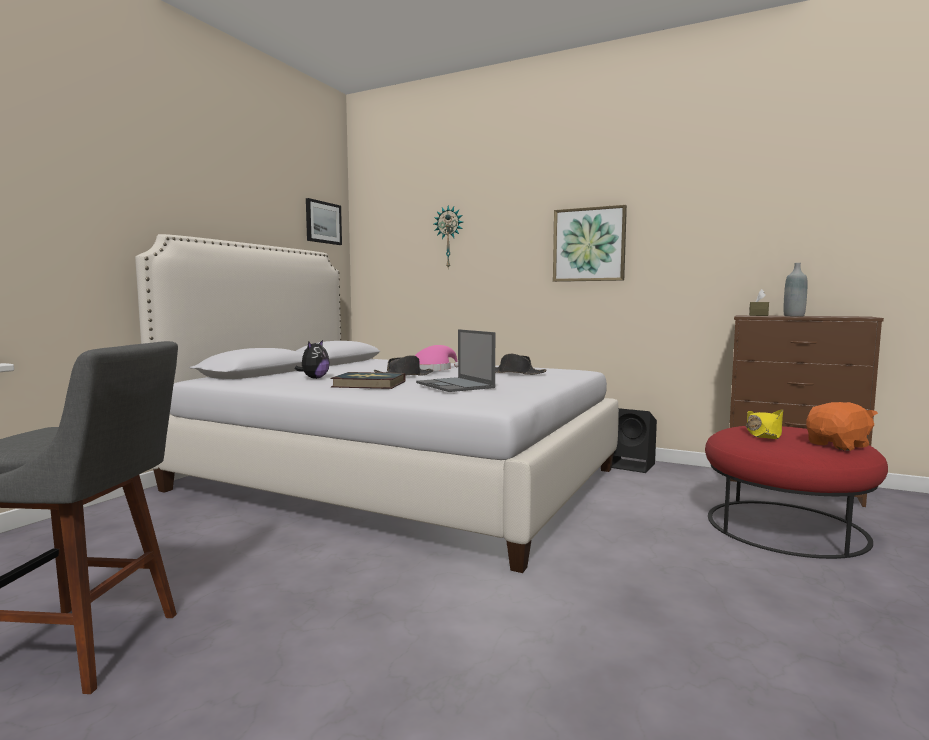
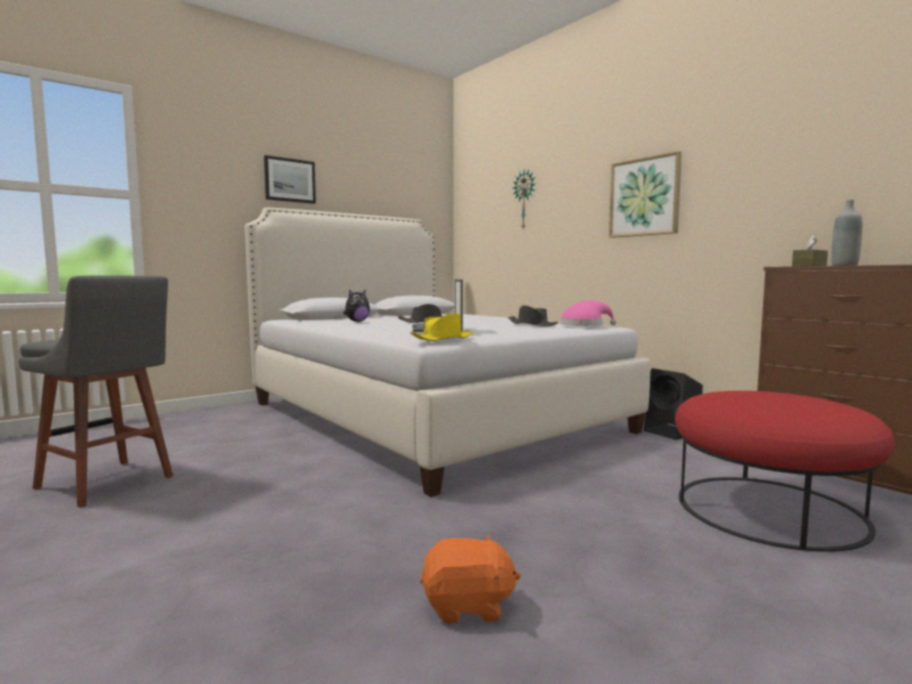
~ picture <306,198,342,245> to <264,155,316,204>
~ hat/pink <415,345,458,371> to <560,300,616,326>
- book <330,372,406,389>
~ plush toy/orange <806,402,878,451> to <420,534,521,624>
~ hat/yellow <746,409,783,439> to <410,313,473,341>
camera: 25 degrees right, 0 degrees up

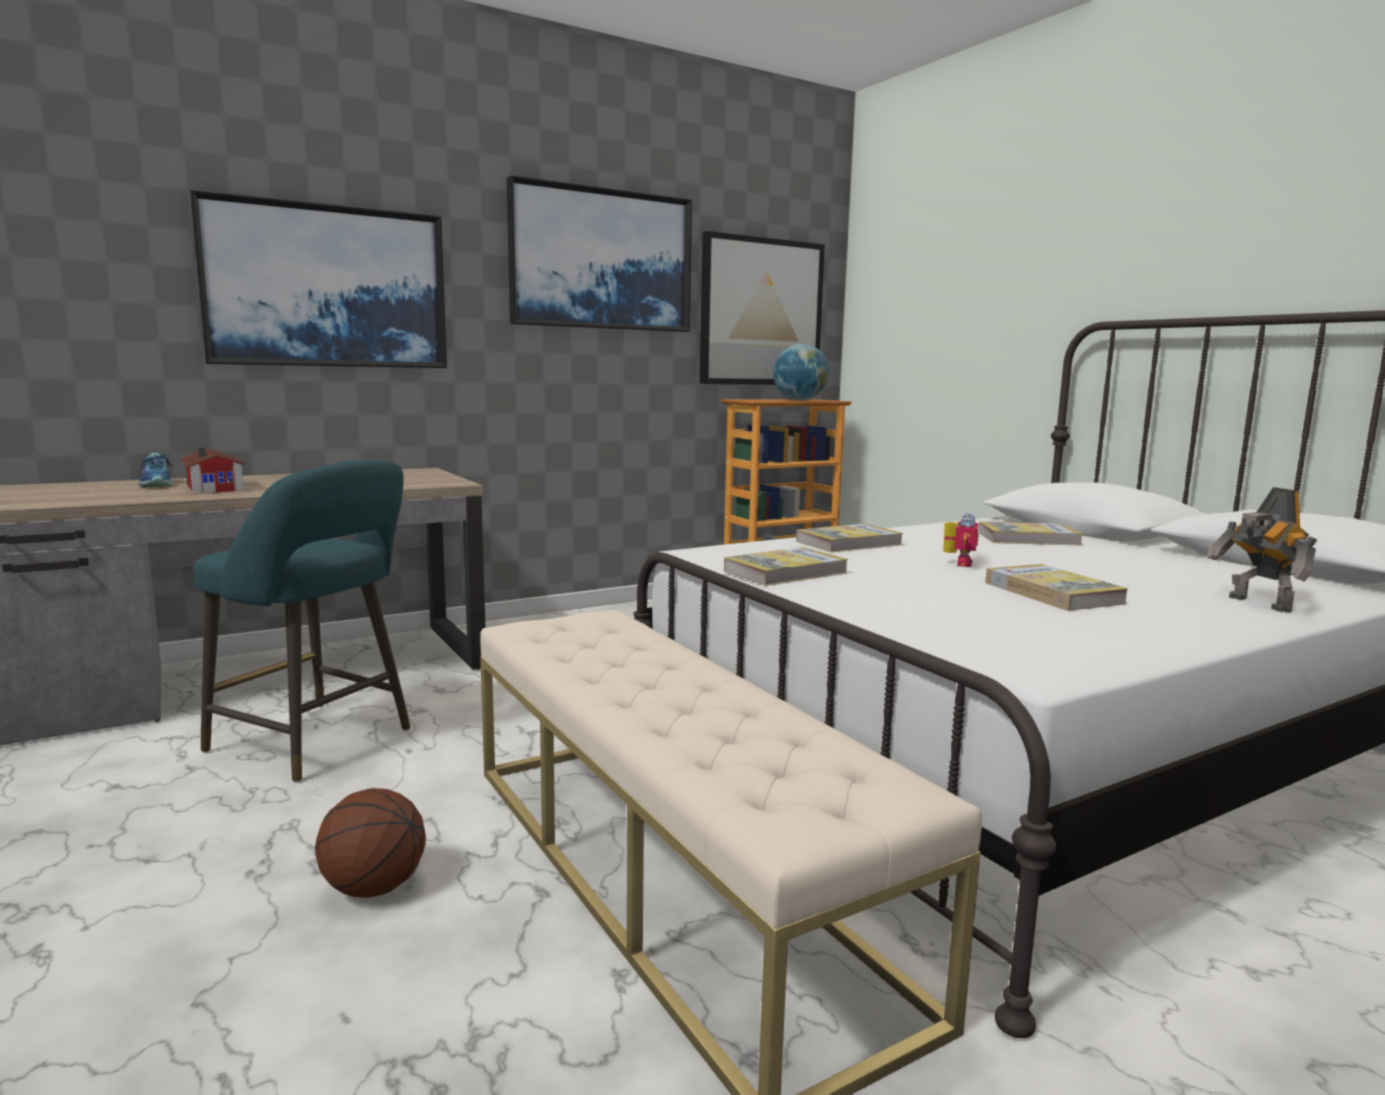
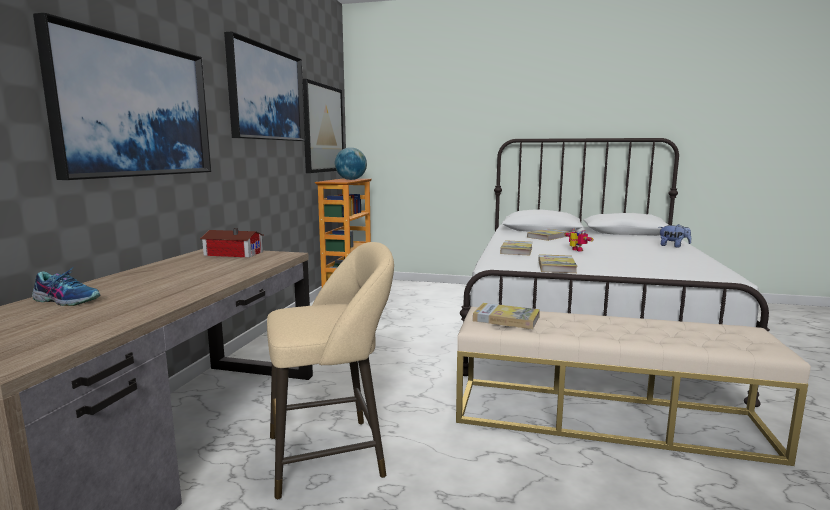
~ toy house <181,448,246,494> to <200,228,263,258>
~ stool/turquoise <194,460,410,783> to stool/beige <267,242,394,500>
~ toy robot <1207,487,1317,613> to plush toy <659,224,691,248>
~ book <985,564,1128,611> to <473,303,540,329>
- basketball <315,788,426,898>
camera: 45 degrees left, 0 degrees up

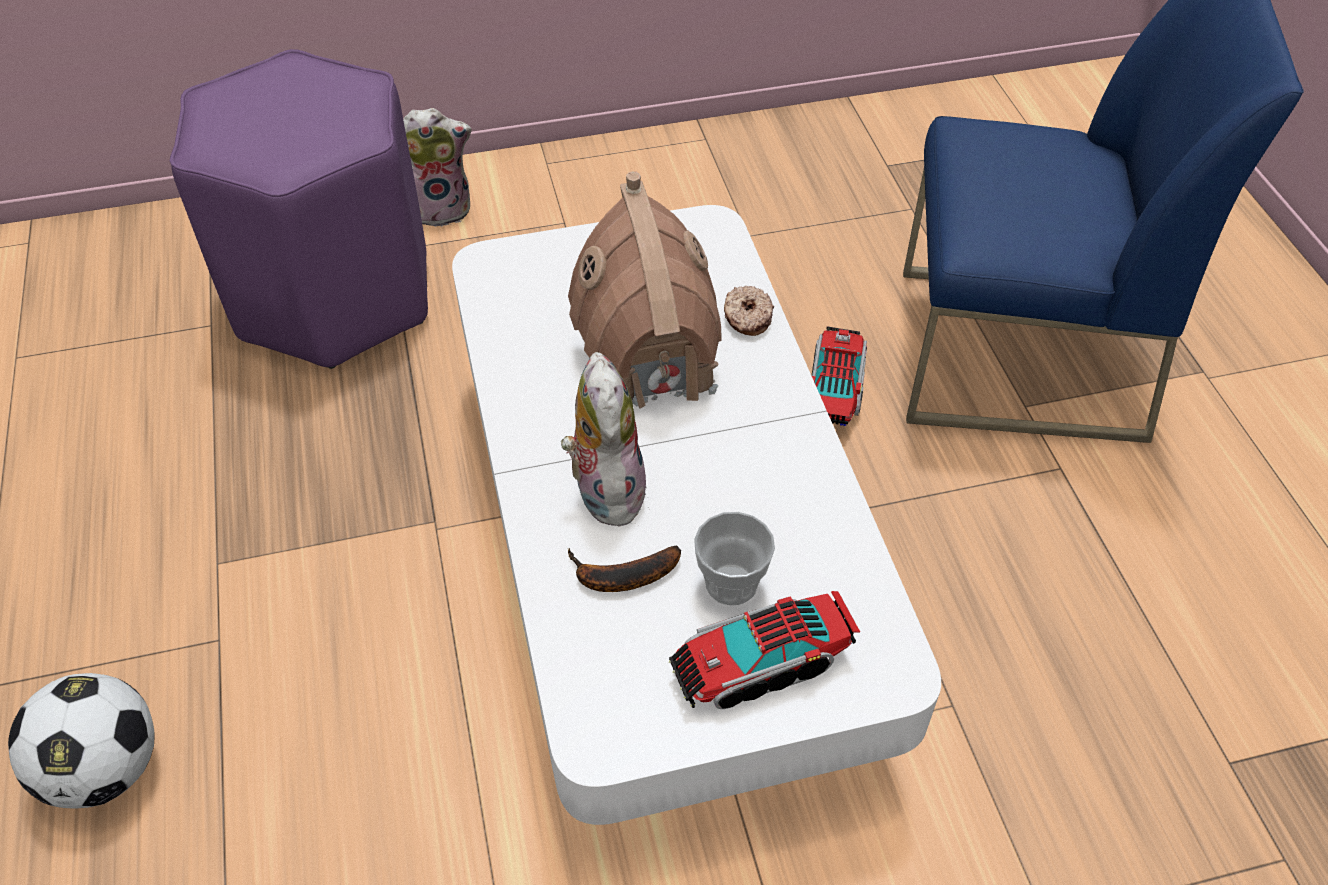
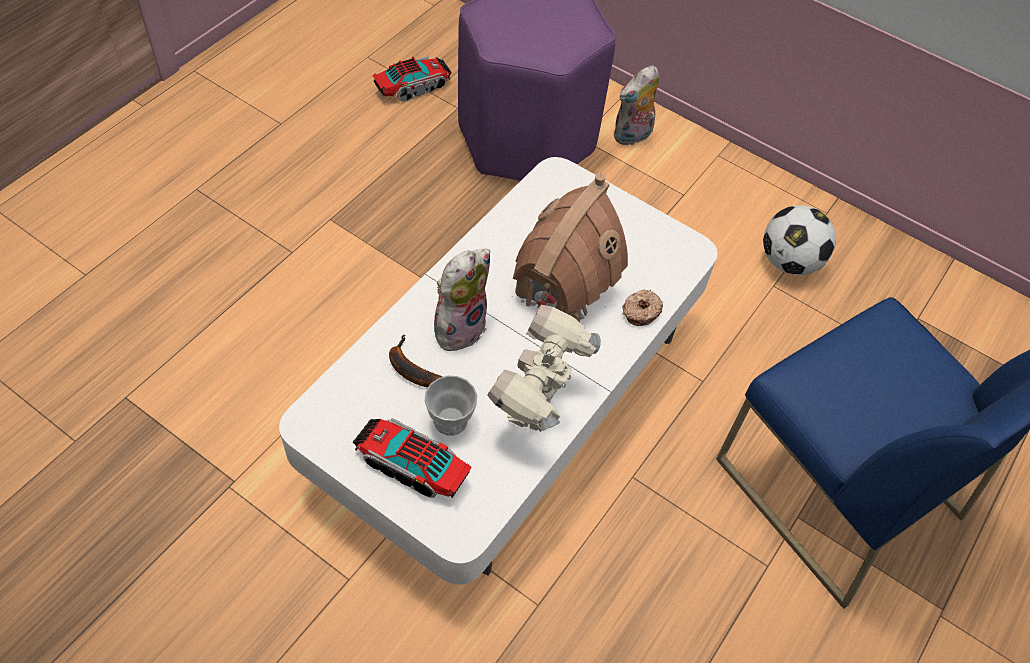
~ plush toy <403,108,472,227> = <614,65,659,146> 105 degrees clockwise
~ toy truck <812,326,867,426> to <372,56,452,102>
~ football <8,673,155,809> to <763,205,836,275>
+ toy robot <487,305,601,432>
camera: 45 degrees right, 5 degrees up

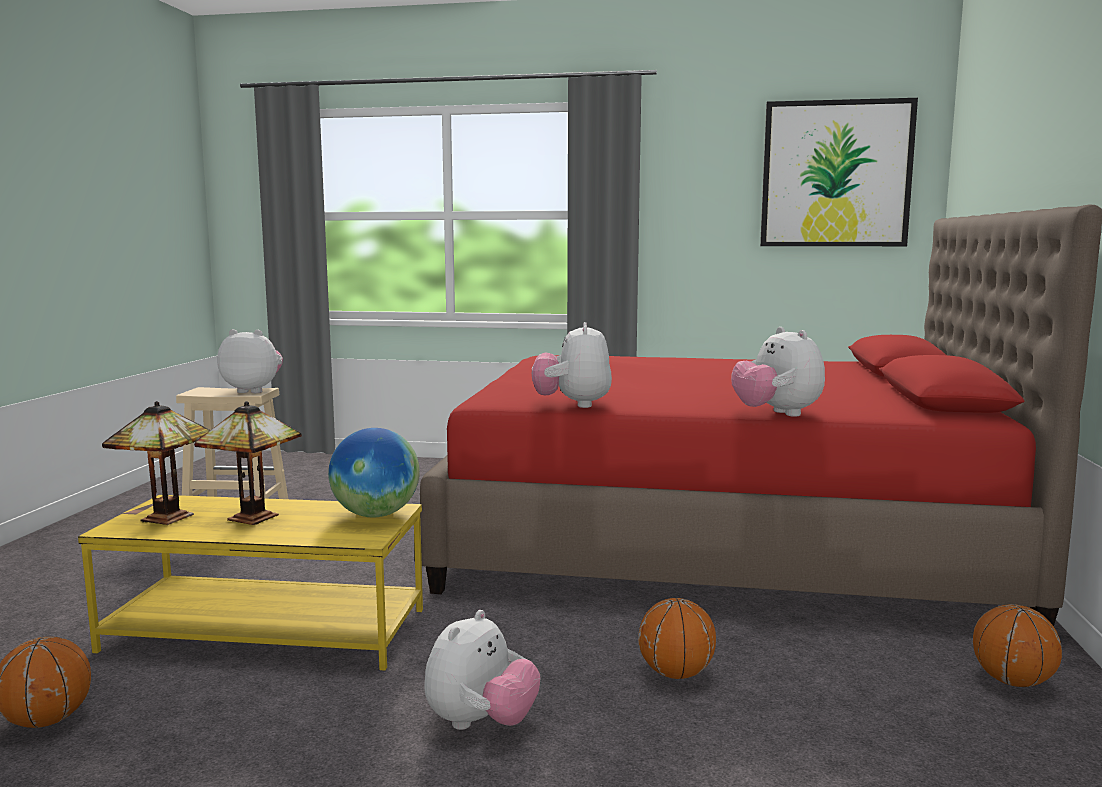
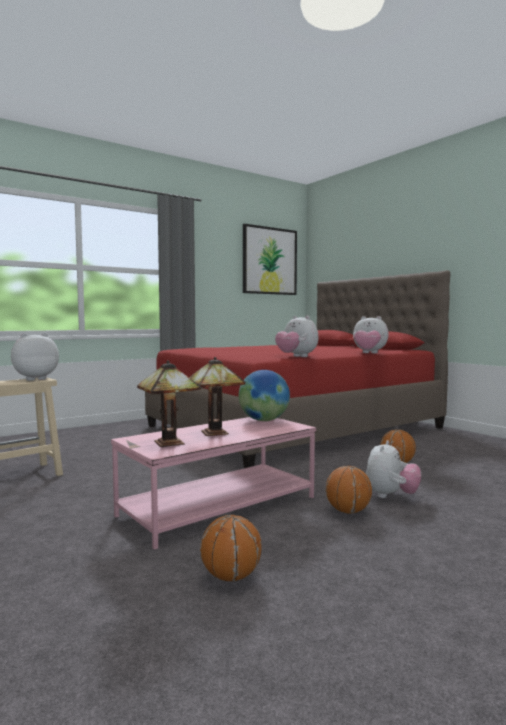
~ coffee table/yellow <78,495,423,670> to coffee table/pink <111,417,316,550>
~ basketball <973,604,1062,687> to <326,466,372,514>
~ plush toy <424,610,540,730> = <366,441,421,498> 45 degrees clockwise
camera: 45 degrees left, 5 degrees down

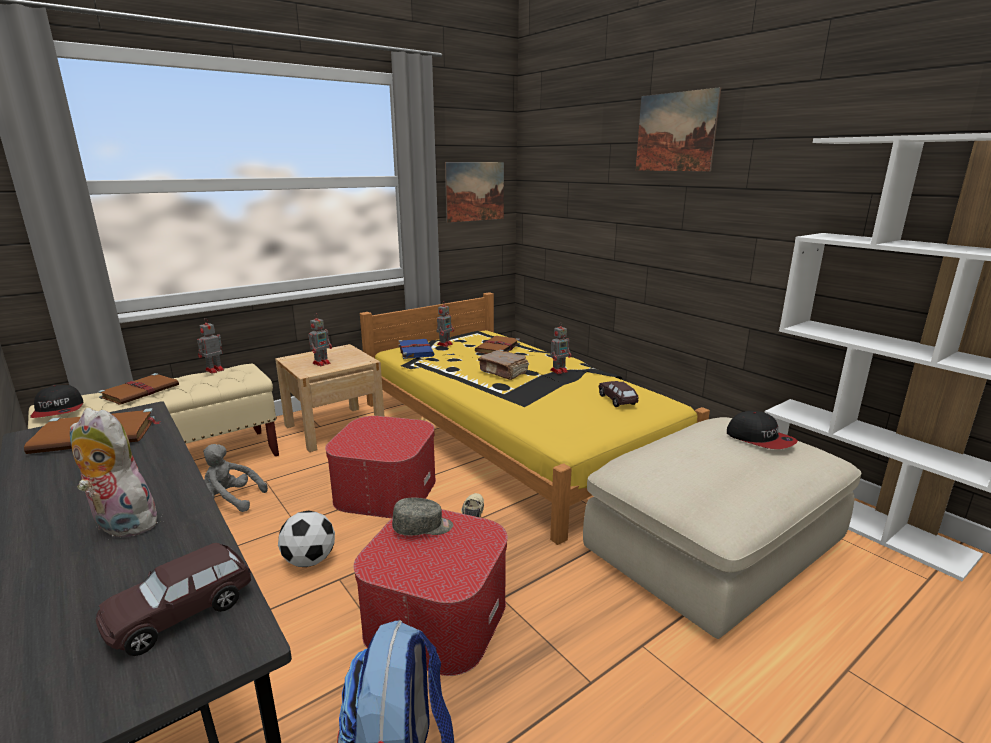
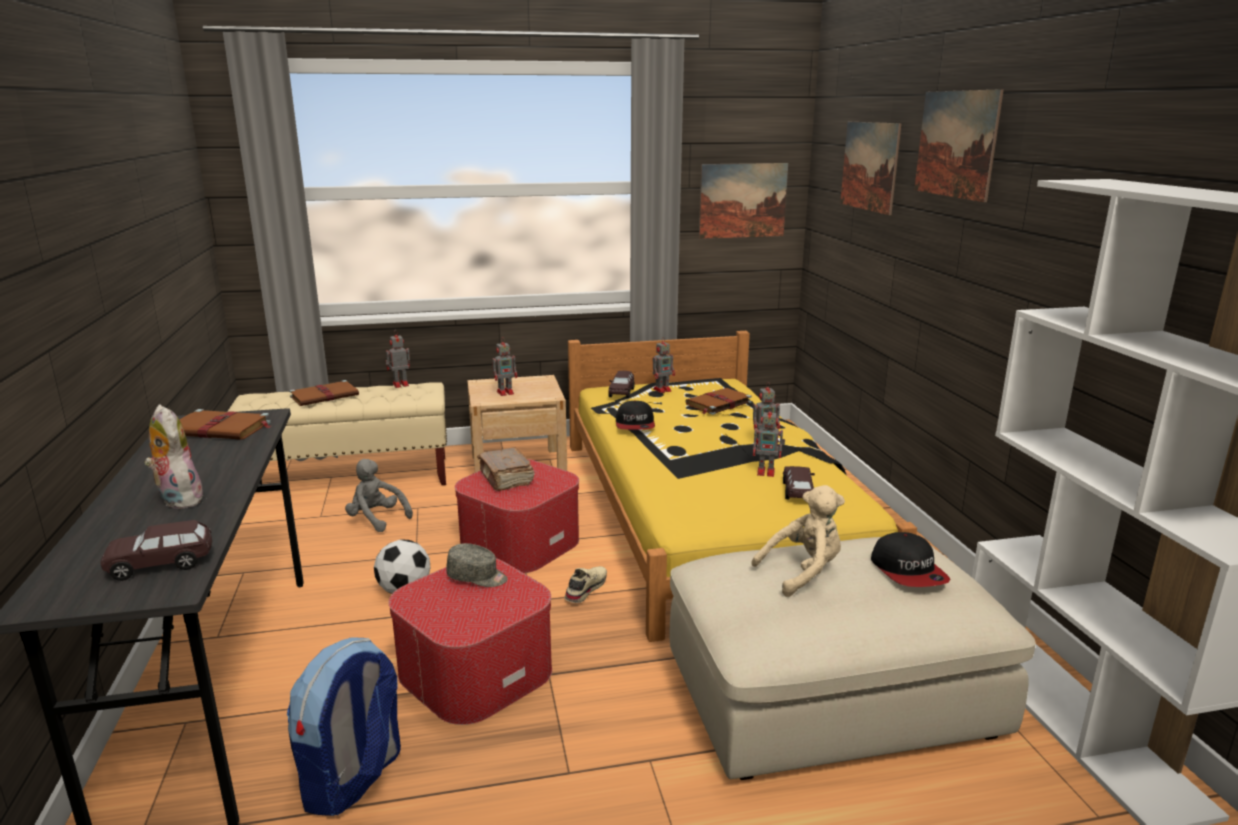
~ book/blue <398,339,434,359> to toy car/brown <608,371,635,398>
~ book/brown <478,350,528,380> to <477,448,535,491>
~ cap <30,385,84,418> to <616,400,655,429>
+ picture <840,122,902,215>
+ toy robot <753,406,785,477>
+ plush toy/beige <752,485,845,597>
camera: 25 degrees right, 0 degrees up

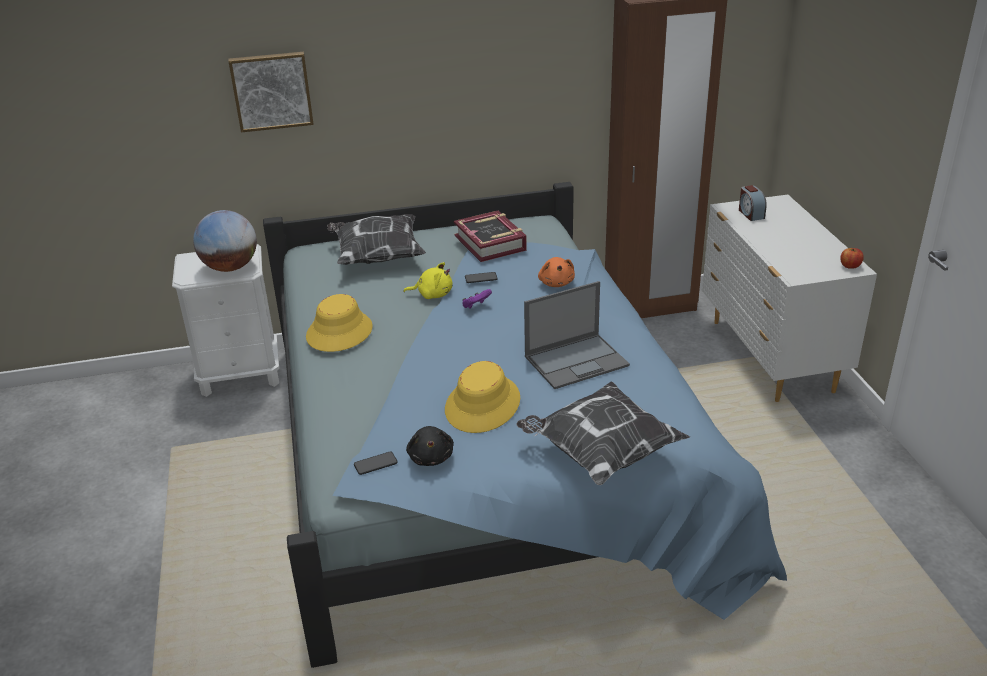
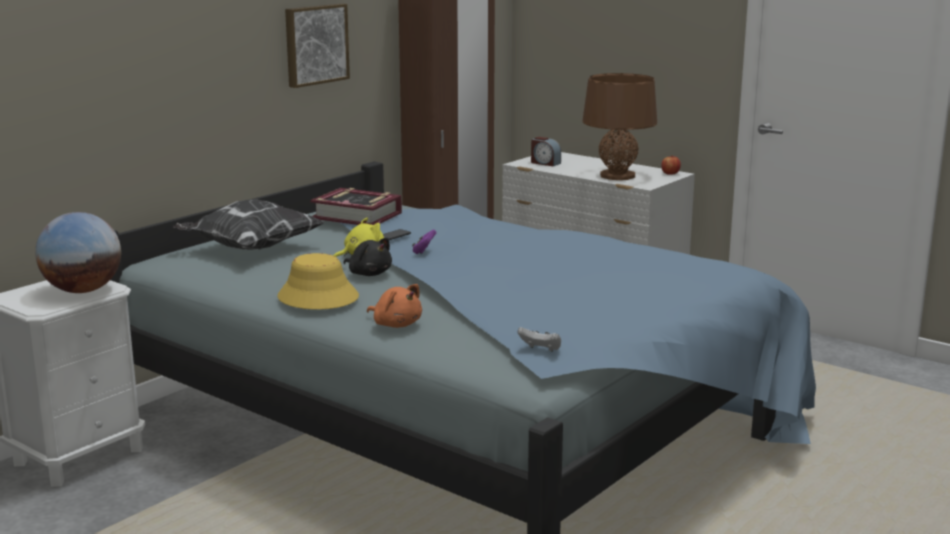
~ picture <228,52,314,133> to <285,3,350,88>
~ plush toy/orange <538,257,575,287> to <367,284,422,328>
- laptop <524,281,630,389>
- hat/yellow <445,361,520,433>
- pillow <516,381,690,485>
~ plush toy/black <406,426,454,466> to <343,238,392,276>
~ phone <354,452,398,475> to game controller/white <518,327,561,351>
+ table lamp/brown <583,73,657,180>
camera: 40 degrees left, 15 degrees down

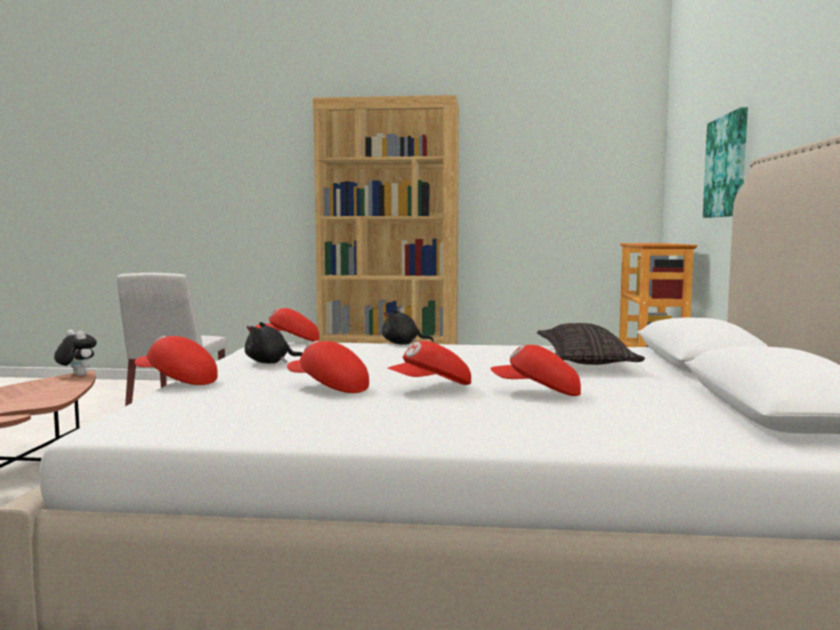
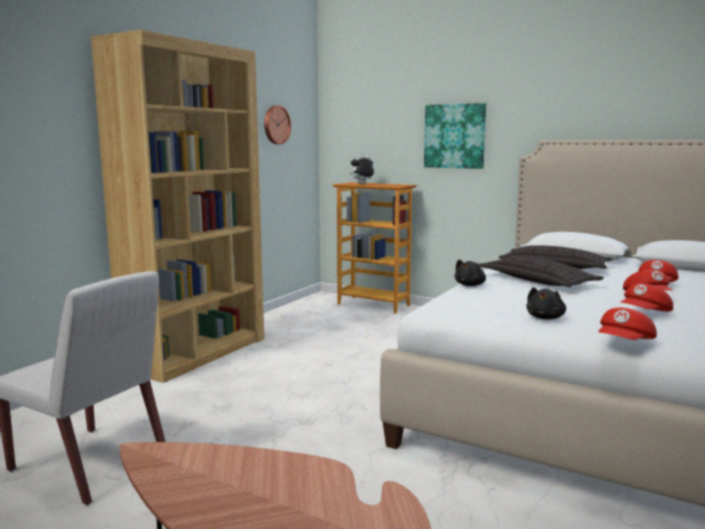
- cap/red <255,308,319,341>
~ plush toy <54,330,97,376> to <350,155,374,184>
+ wall clock <264,106,291,144>
+ pillow <478,256,604,287>
camera: 65 degrees left, 5 degrees up

